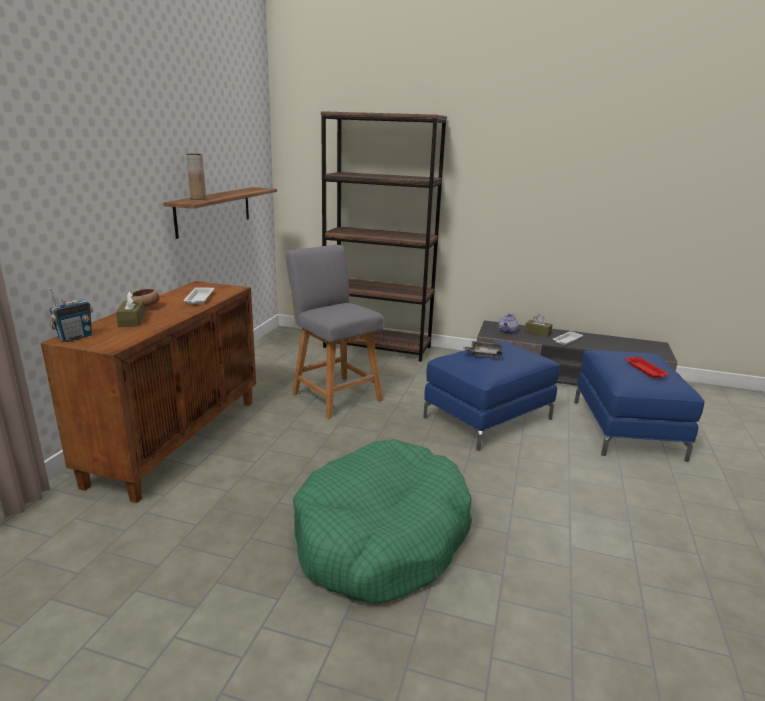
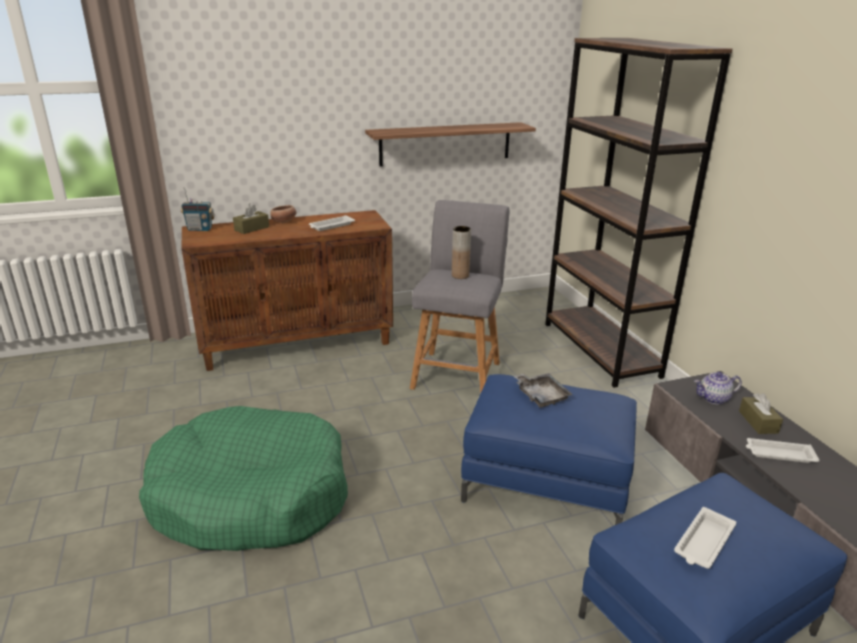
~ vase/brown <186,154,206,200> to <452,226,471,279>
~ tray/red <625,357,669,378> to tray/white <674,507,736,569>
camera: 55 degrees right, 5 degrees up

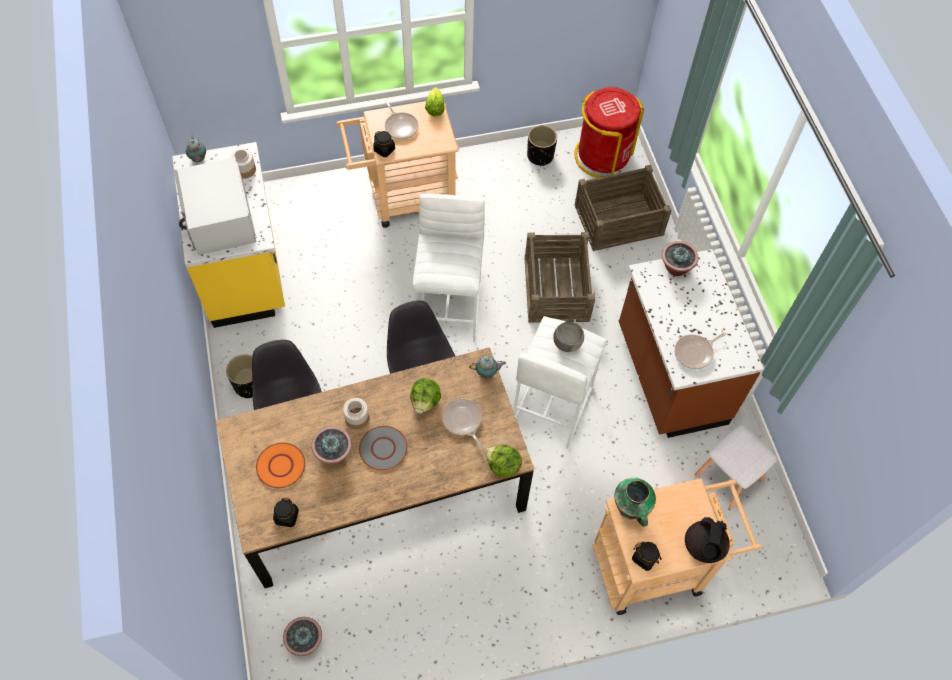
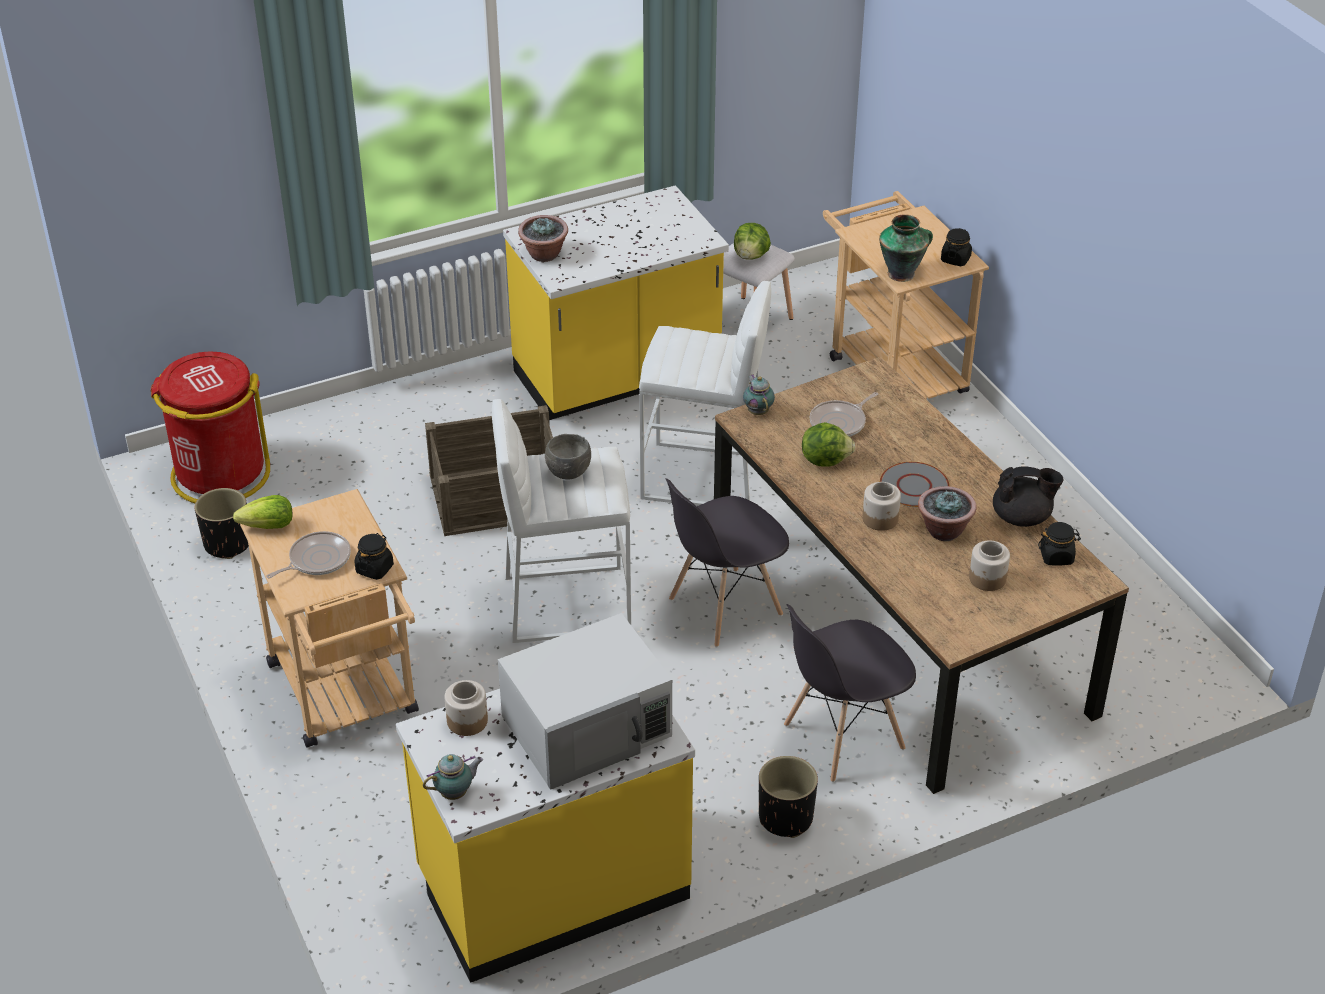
- crate <575,165,672,251>
~ counter/brown <619,249,764,438> to counter/yellow <503,185,729,420>
~ bowl/grey <553,322,584,352> to <545,434,591,480>
- frying pan <674,332,726,369>
~ plate/orange <256,443,305,488> to jar <969,541,1010,591>
~ lettuce <485,445,522,477> to <734,223,771,260>
~ teapot/black <685,517,730,563> to <993,466,1064,527>
- potted plant <283,617,322,656>
camera: 100 degrees left, 20 degrees down

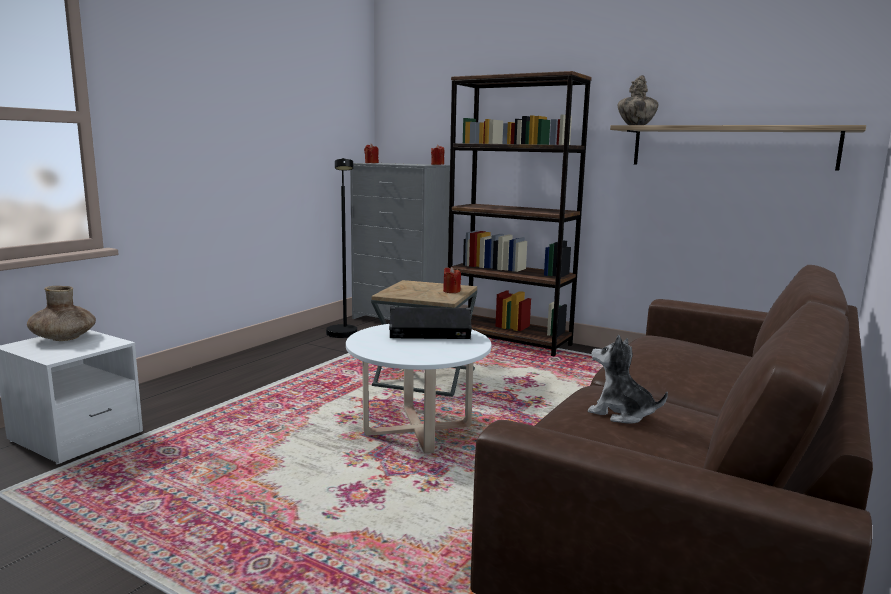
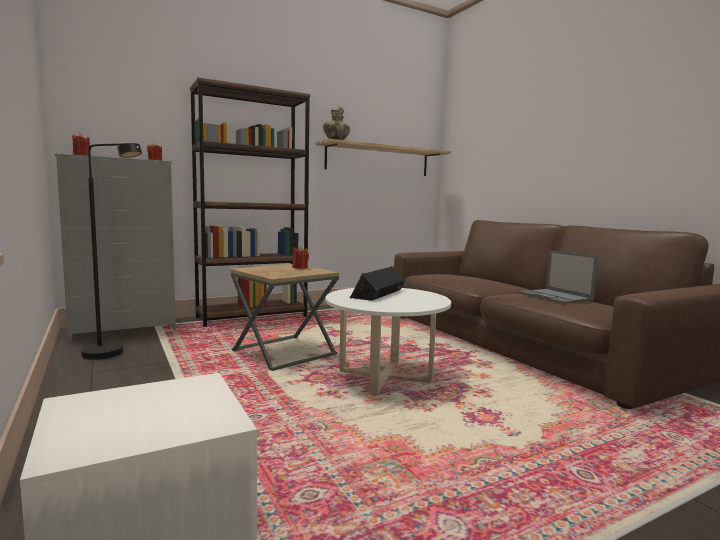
- vase/brown <27,286,96,341>
~ plush toy <588,335,668,424> to laptop <518,250,598,304>
camera: 60 degrees left, 5 degrees down

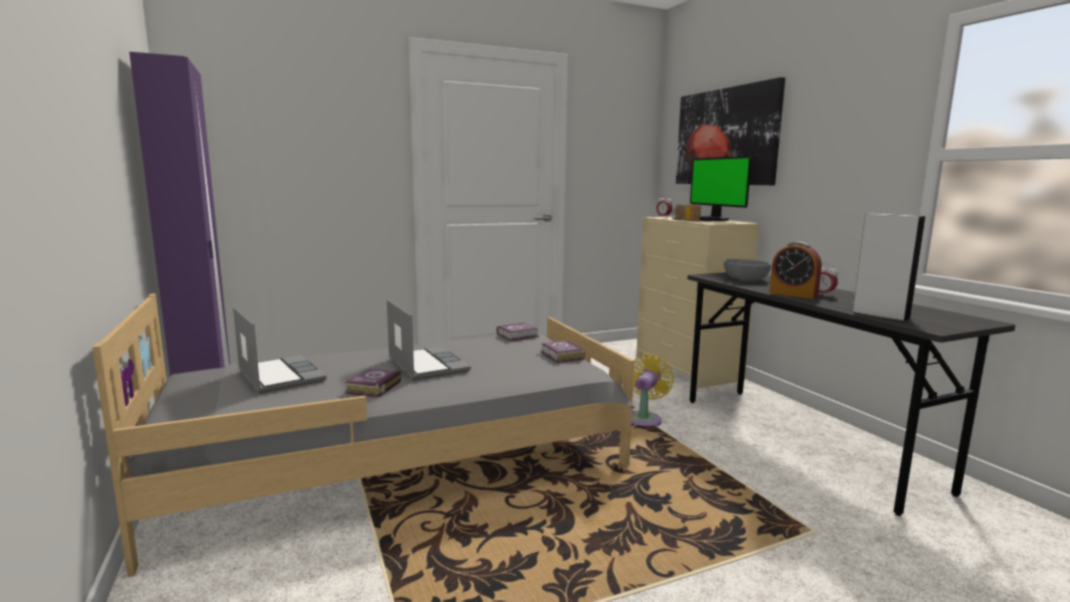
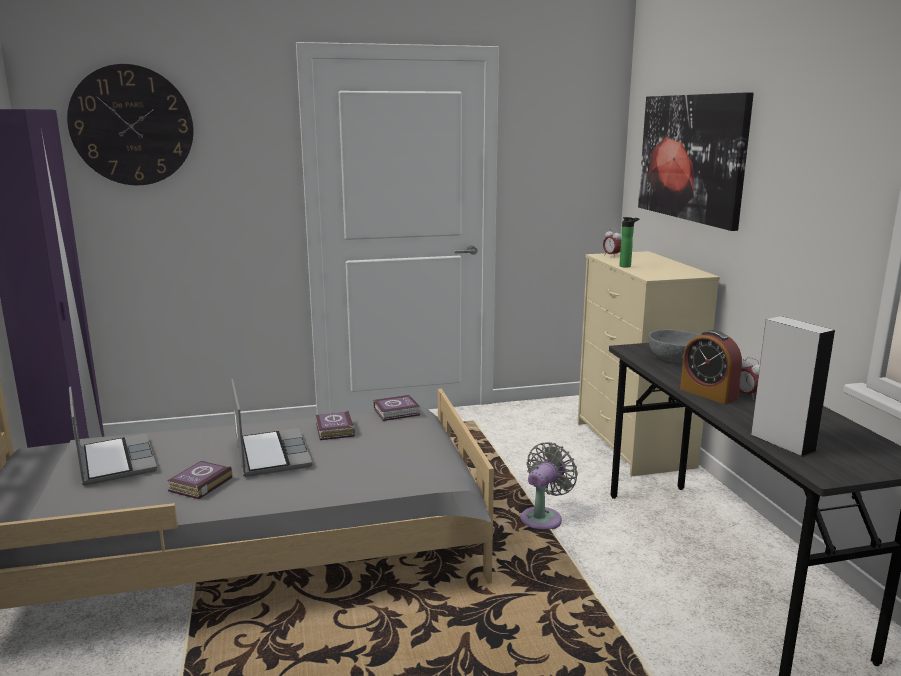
- monitor <690,156,752,221>
~ radio <672,204,701,222> to bottle <619,217,639,268>
~ book <540,340,585,363> to <316,411,355,440>
~ fan/yellow <631,354,674,426> to fan/grey <520,442,578,529>
+ wall clock <67,64,193,185>
camera: 10 degrees right, 5 degrees up

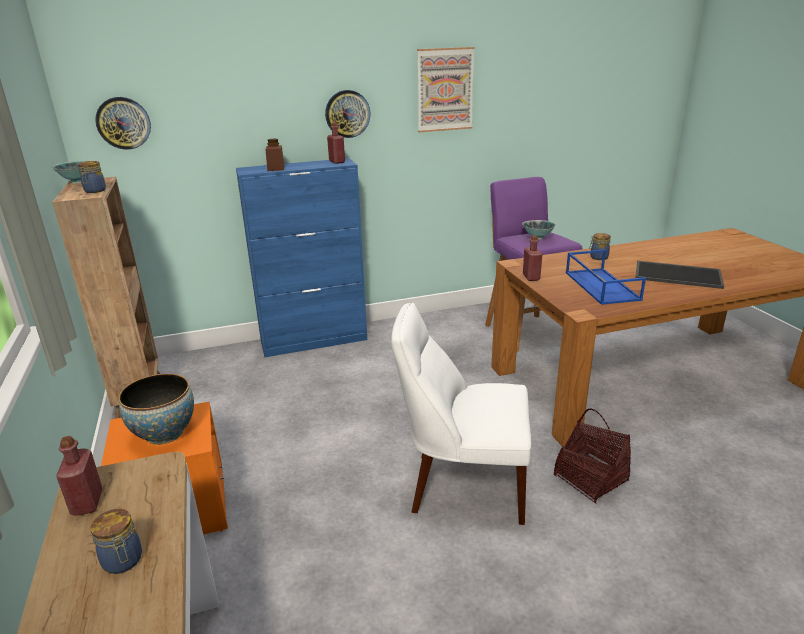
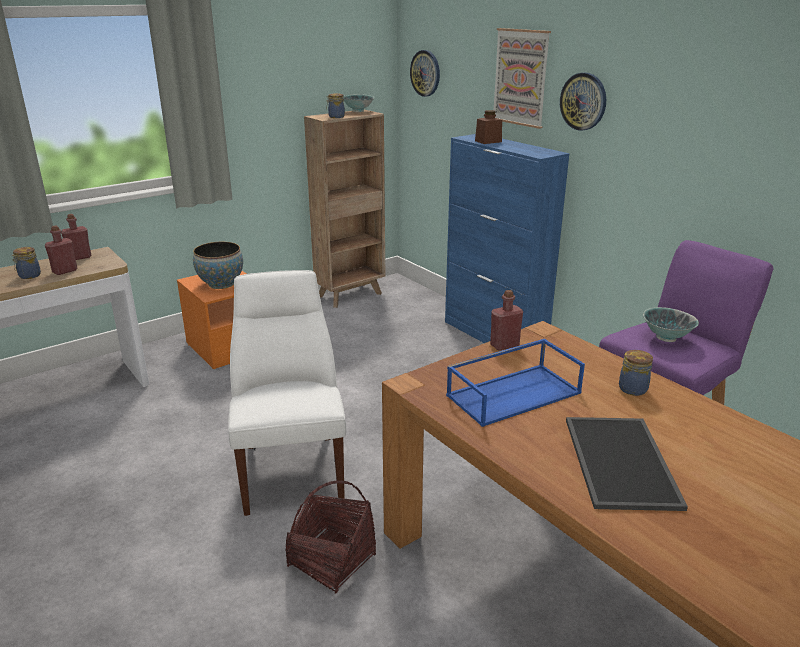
~ picture <417,47,475,132> to <494,28,551,129>
~ bottle/red <327,122,345,164> to <45,226,77,275>
camera: 70 degrees right, 0 degrees up

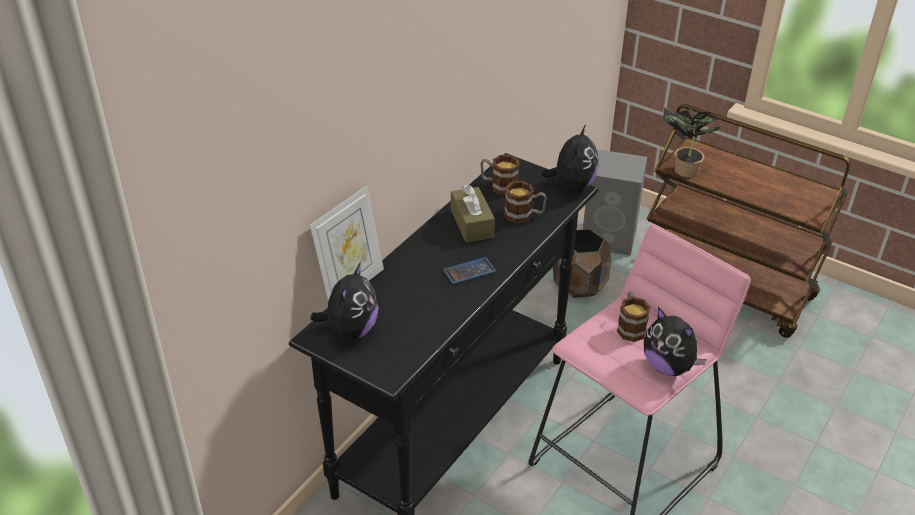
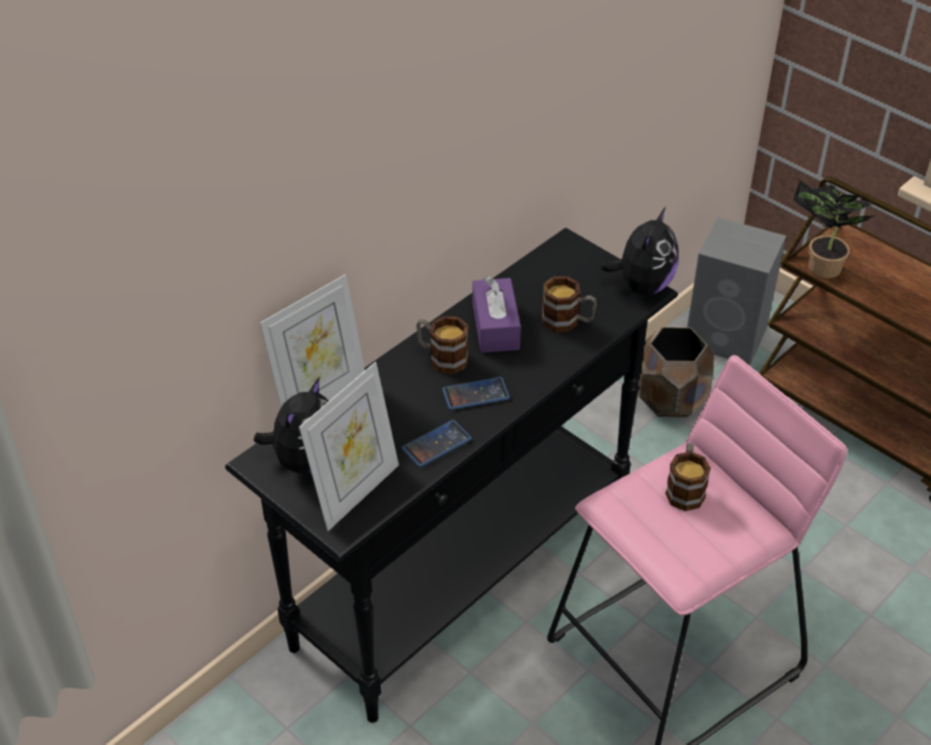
~ mug <480,155,519,195> to <416,316,469,374>
~ tissue box/brown <451,185,495,243> to tissue box/purple <472,276,521,353>
- plush toy <644,307,707,376>
+ picture frame <299,362,399,531>
+ phone <402,420,472,467>
camera: 10 degrees right, 5 degrees up

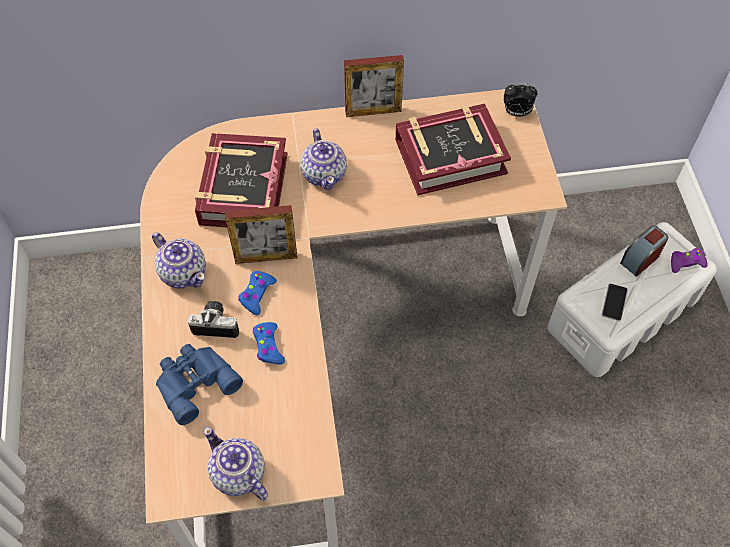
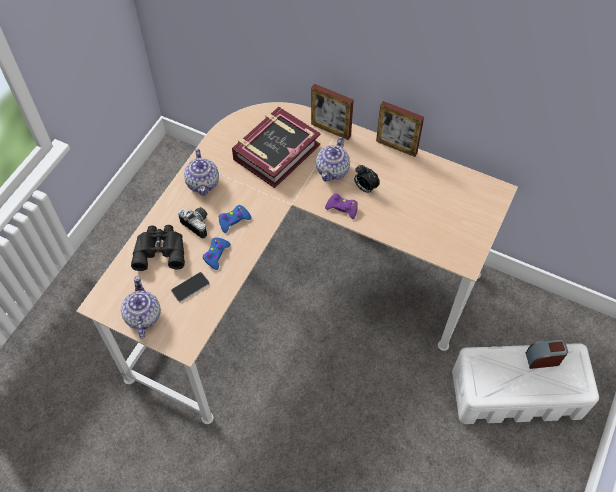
~ alarm clock <504,83,537,117> to <354,165,380,193>
- book <395,104,511,195>
~ picture frame <225,205,297,264> to <311,84,354,140>
~ game controller/purple <671,248,708,273> to <325,193,358,219>
~ phone <602,284,628,321> to <171,272,210,302>
~ binoculars/blue <156,344,243,425> to binoculars/black <131,225,185,271>
camera: 35 degrees right, 0 degrees up

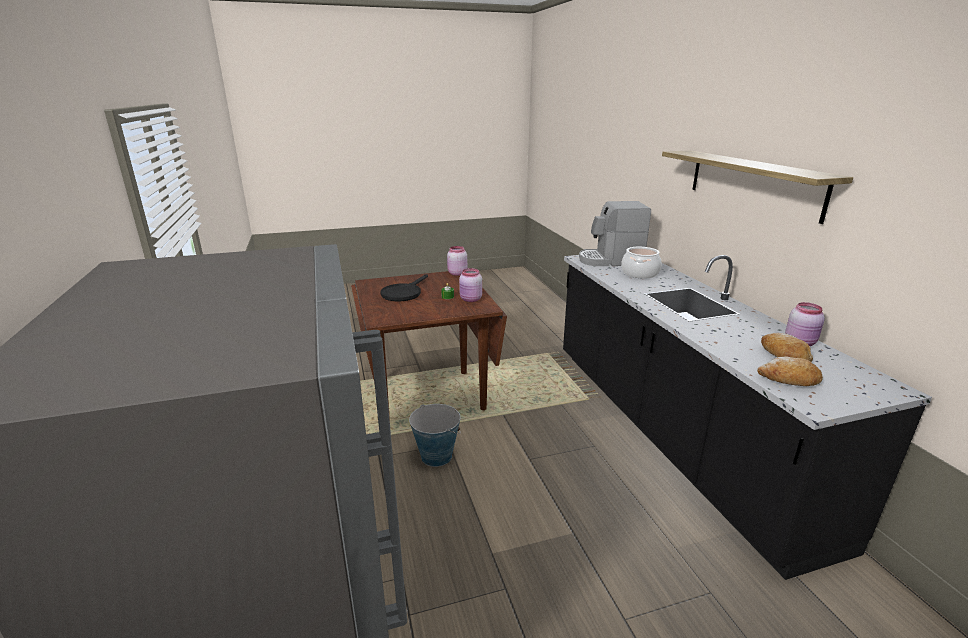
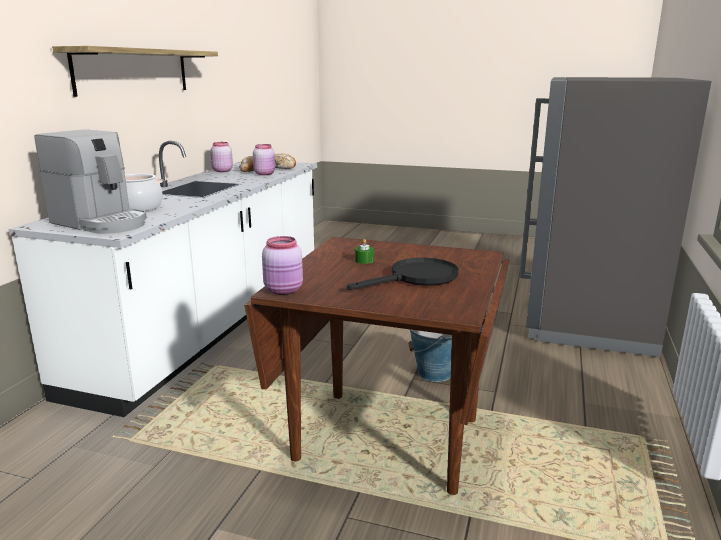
~ counter/black <563,255,932,580> to counter/white <9,140,317,417>
~ jar/pink <459,268,482,302> to <253,144,275,175>
camera: 145 degrees left, 5 degrees down

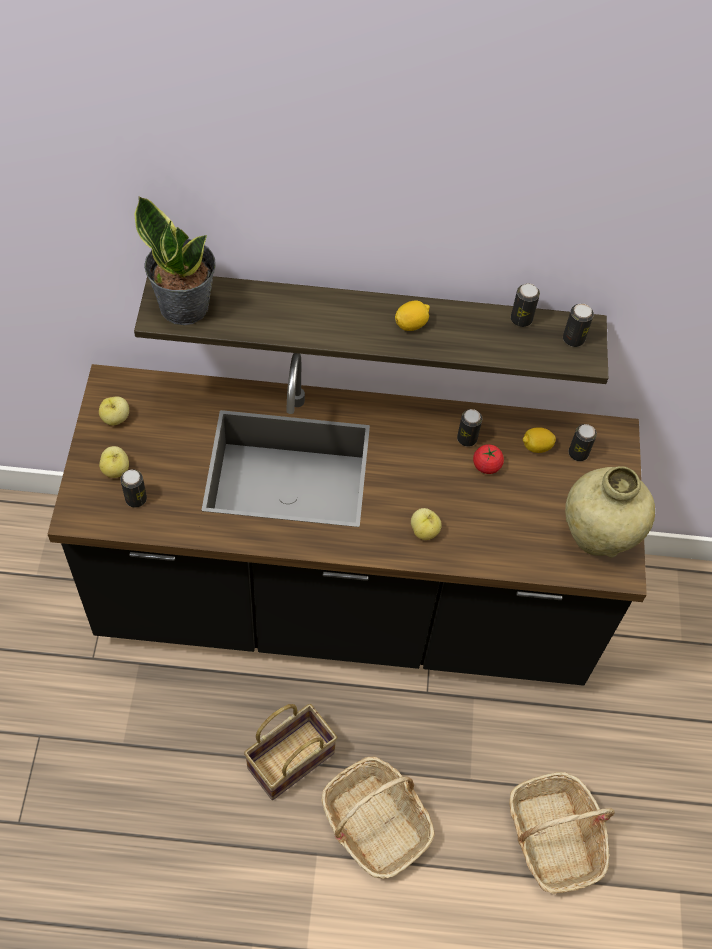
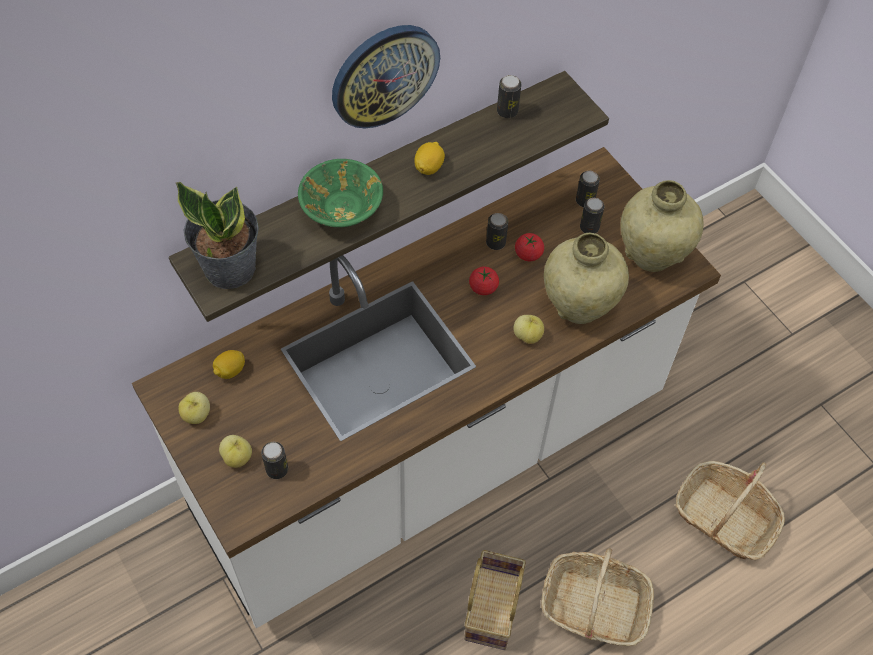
~ can <563,303,594,347> to <580,198,604,234>
~ counter/black <48,353,647,686> to counter/white <132,147,721,628>
~ lemon <523,428,556,453> to <213,350,245,379>
+ wall clock <332,25,440,128>
+ bowl/green <298,159,383,227>
+ vase/beige <544,233,629,324>
+ tomato <469,266,499,295>
camera: 35 degrees left, 0 degrees up

